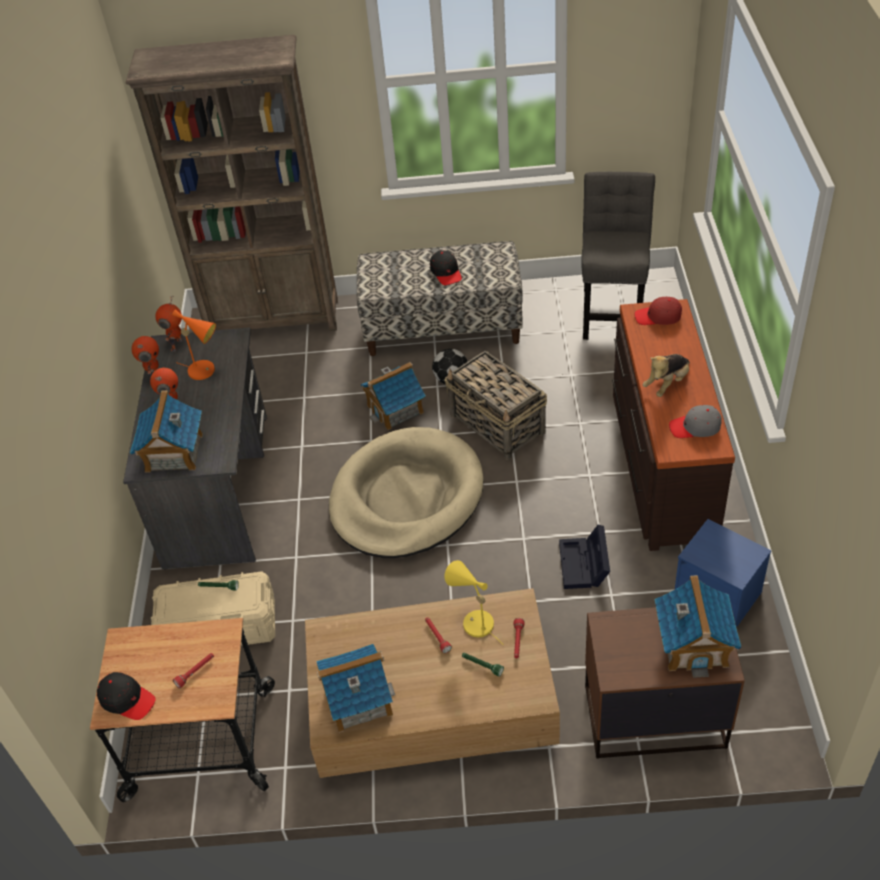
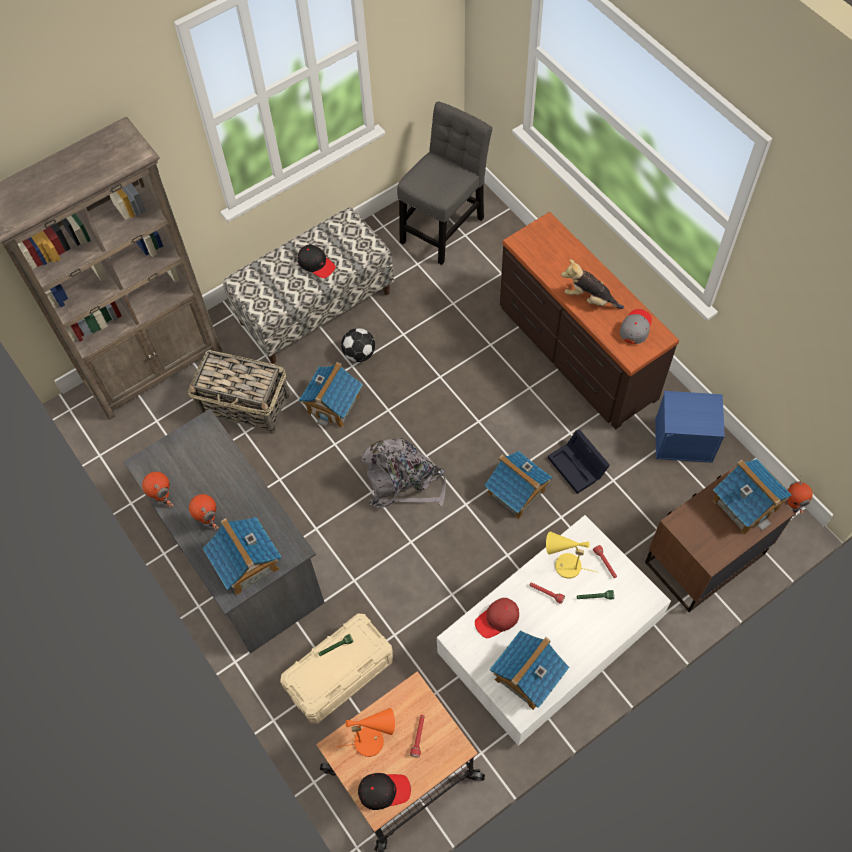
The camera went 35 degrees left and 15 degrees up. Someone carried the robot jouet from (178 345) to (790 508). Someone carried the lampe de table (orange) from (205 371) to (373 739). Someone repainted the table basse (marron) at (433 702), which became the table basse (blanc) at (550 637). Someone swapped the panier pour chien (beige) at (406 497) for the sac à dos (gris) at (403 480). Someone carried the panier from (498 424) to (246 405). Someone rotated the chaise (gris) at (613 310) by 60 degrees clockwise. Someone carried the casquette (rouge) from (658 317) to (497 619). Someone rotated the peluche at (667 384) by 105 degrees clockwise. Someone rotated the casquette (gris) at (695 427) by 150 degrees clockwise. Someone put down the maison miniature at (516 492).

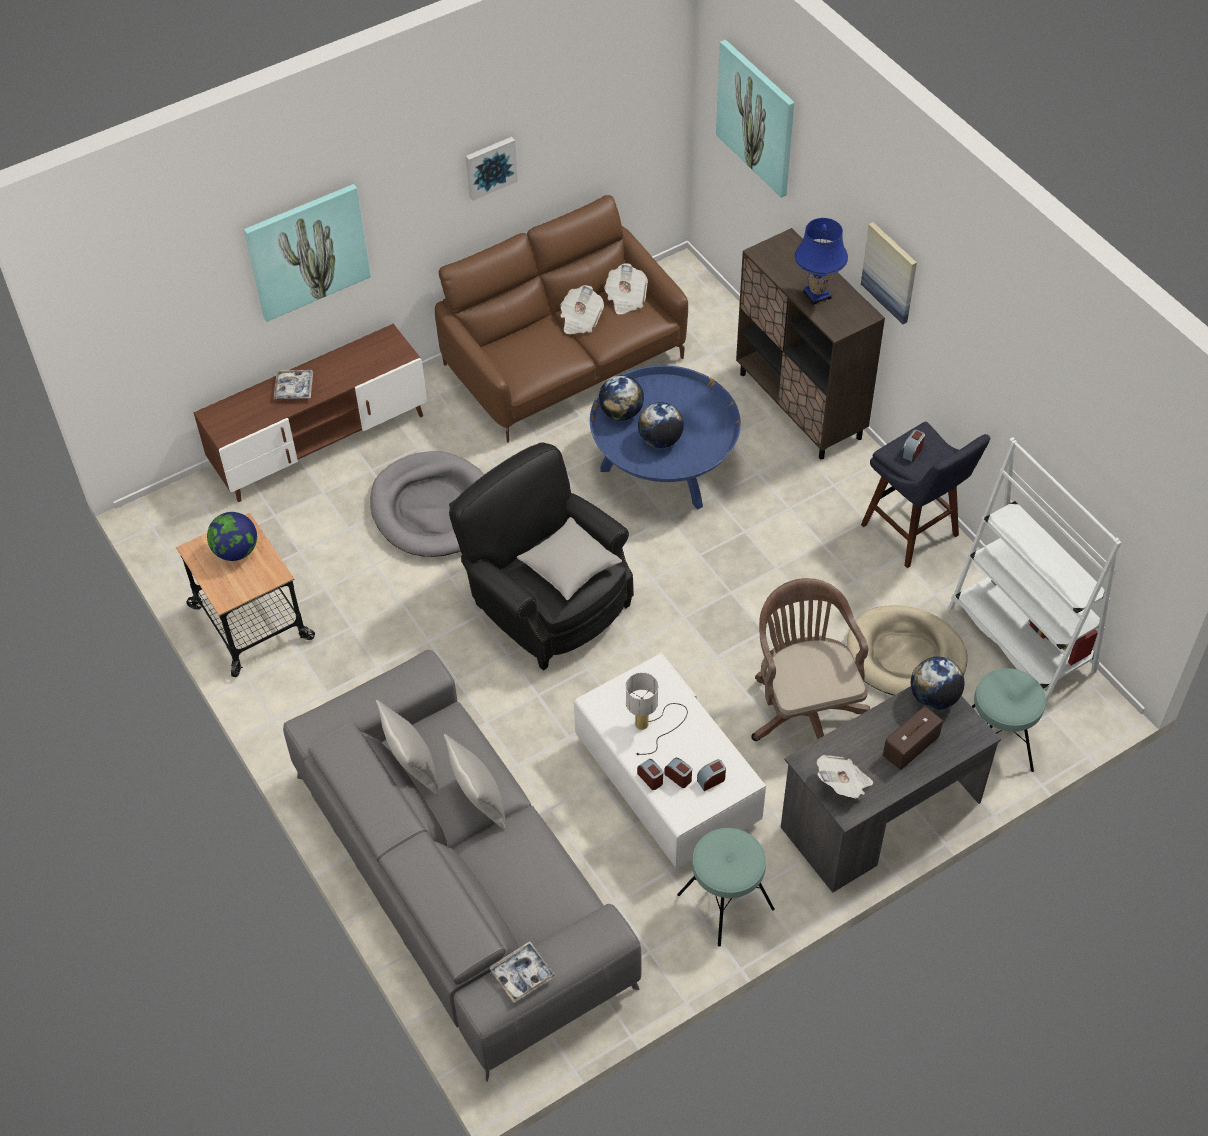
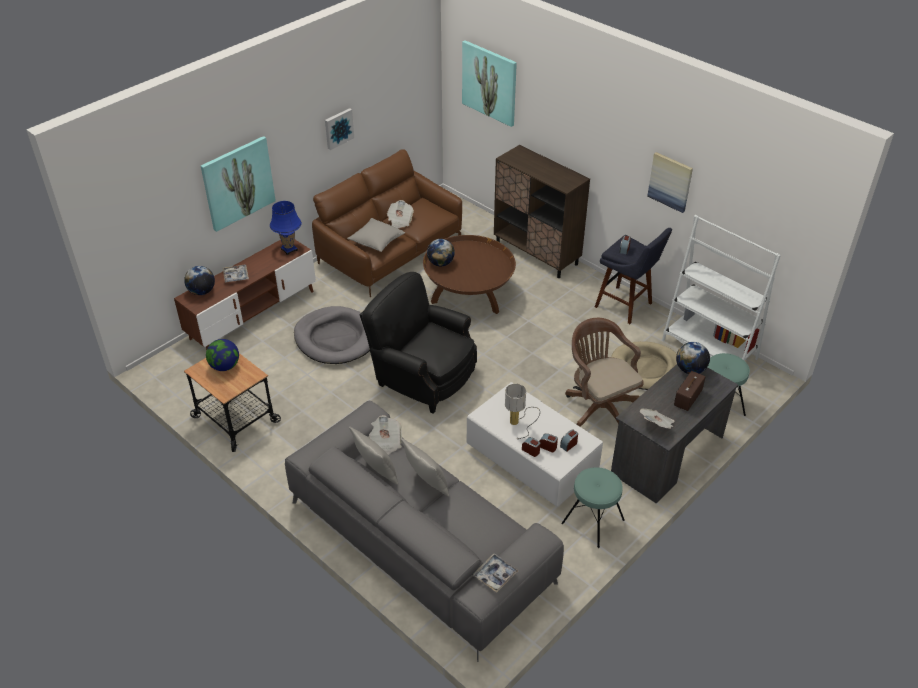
The camera went 15 degrees left and 10 degrees down. Someone carried the coussin (gris) from (569 567) to (376 241). Someone repainted the table basse (bleu) at (664 466), which became the table basse (marron) at (469 295). Someone carried the journal from (625 298) to (386 442). Someone carried the globe from (660 440) to (202 292). Someone carried the lampe de table (bleu) from (816 295) to (289 249). Someone carried the tableau from (890 272) to (670 182).

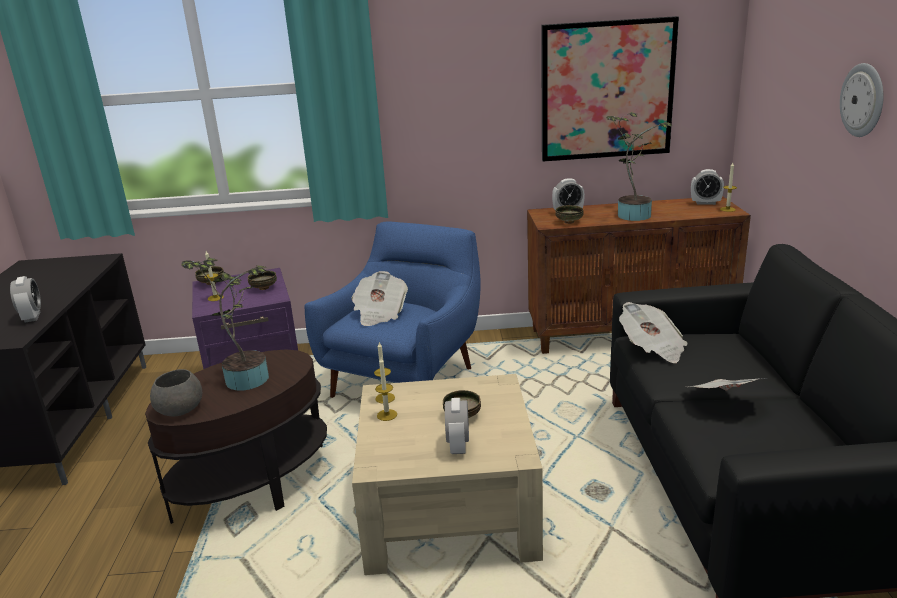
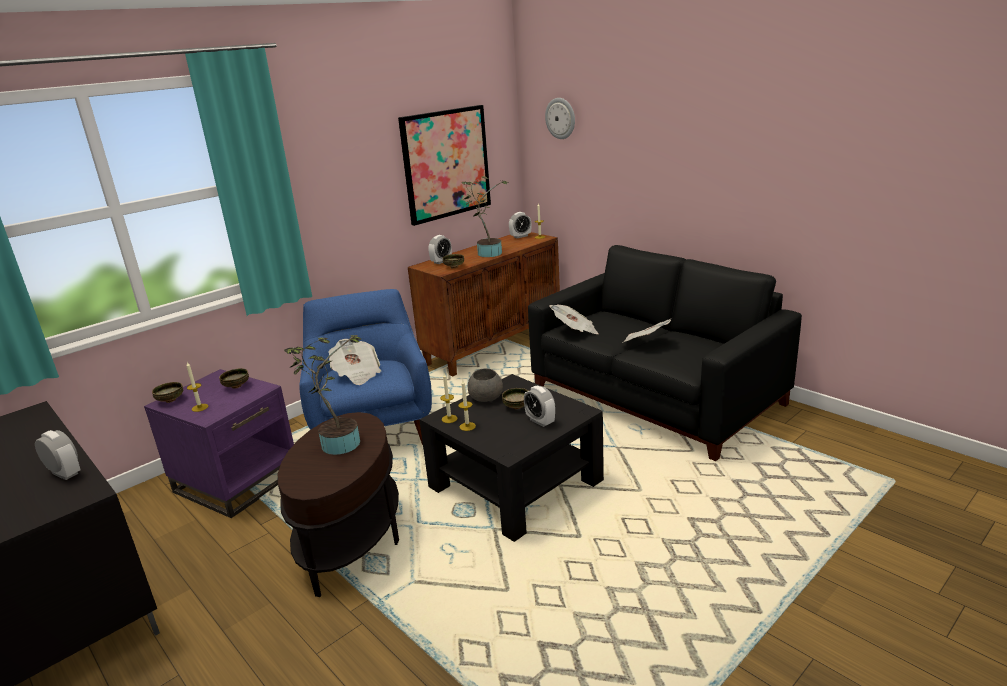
The camera went 40 degrees left and 0 degrees up. Someone carried the bol (gris) from (181 408) to (486 397). Someone repainted the table basse (beige) at (449 509), which became the table basse (noir) at (515 484). Someone carried the horloge murale from (863 100) to (560 118).

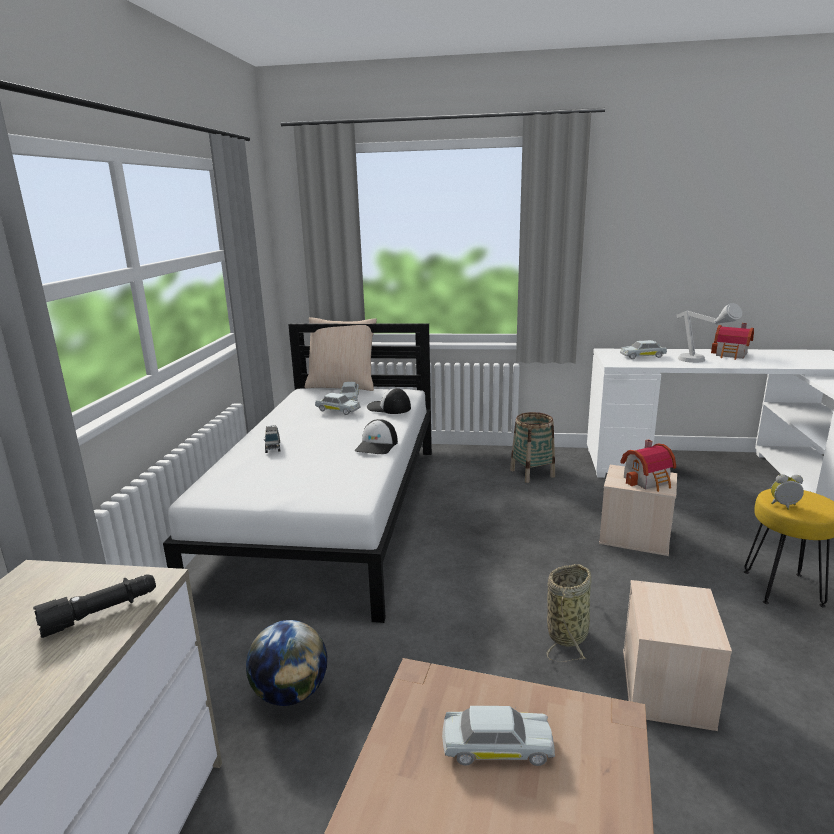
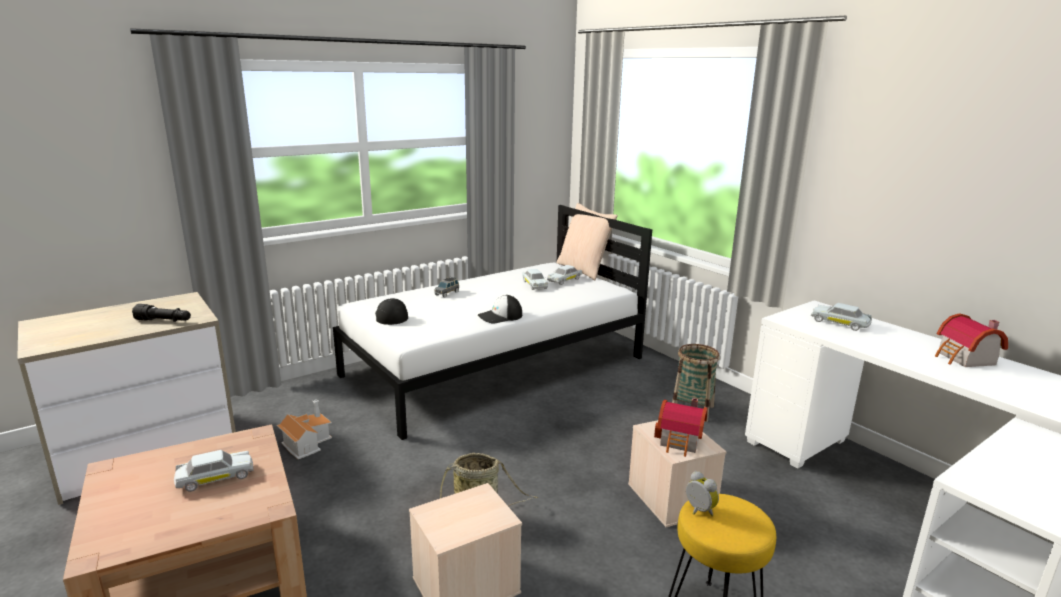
The camera went 45 degrees right and 0 degrees up. Someone swapped the globe at (291 693) for the maison miniature at (306 442). Someone carried the casquette from (388 408) to (391 316). Someone rotated the petite voiture (blanc) at (497 747) by 75 degrees counterclockwise. Someone took away the lampe de table (gris) at (700 362).

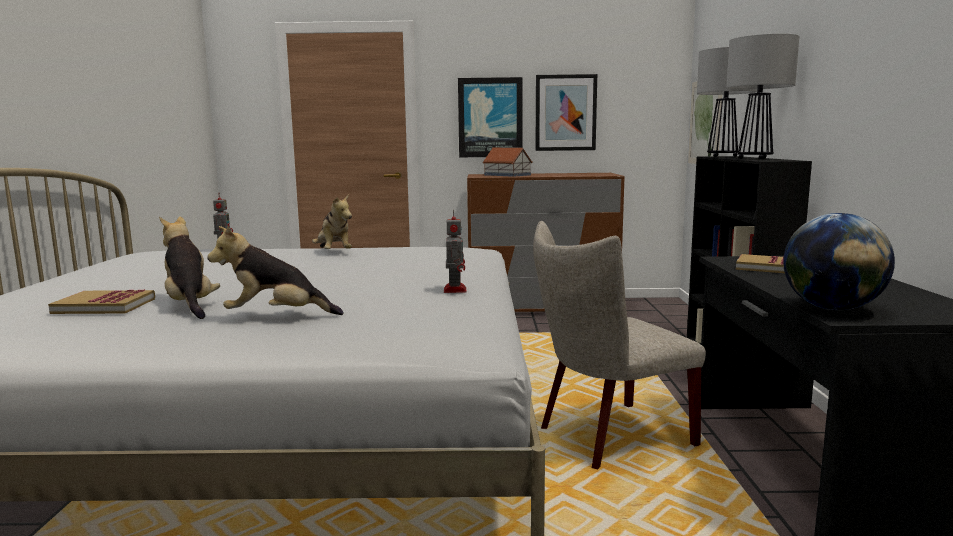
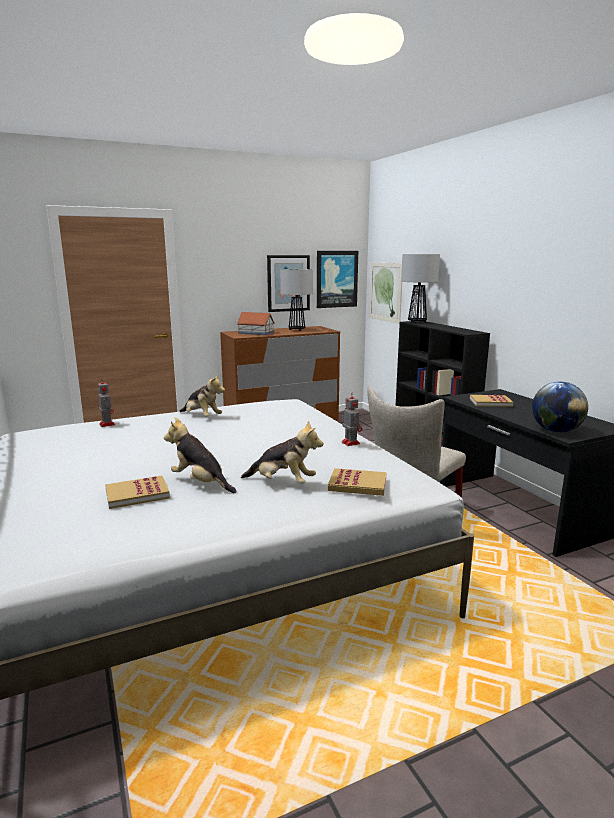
The camera went 25 degrees left and 5 degrees up. Someone rotated the peluche at (276 316) by 135 degrees counterclockwise. Someone carried the tableau from (490 117) to (336 279). Someone carried the lampe de table from (755 158) to (297 330). Someone put down the livre at (357 484).

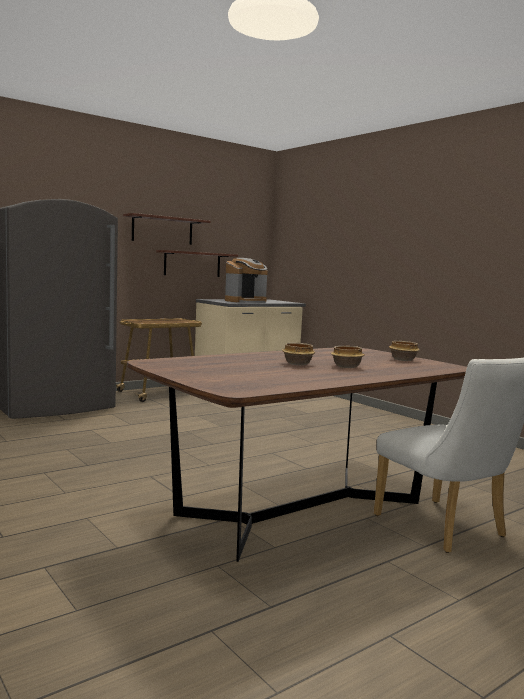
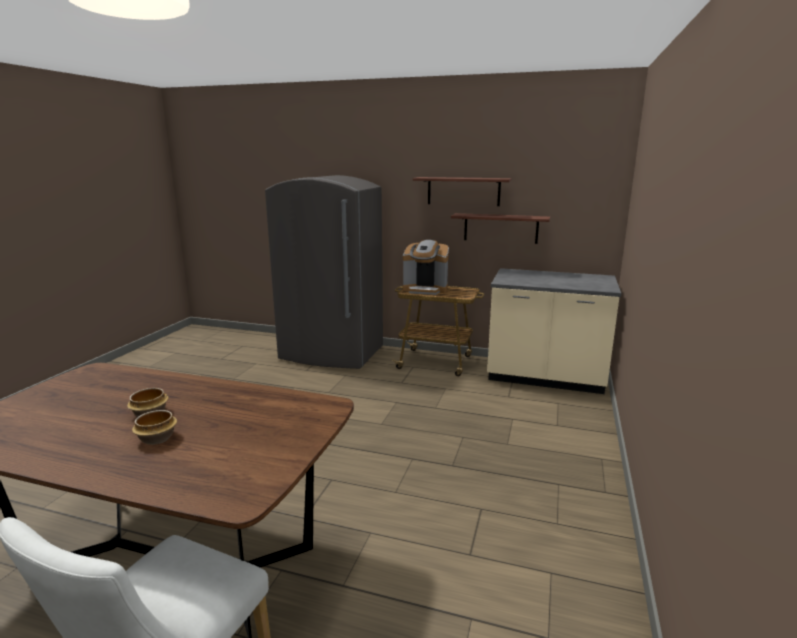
The camera went 55 degrees right and 10 degrees up. Someone carried the machine à café from (246 301) to (425 289). Someone took away the bol at (403 359).

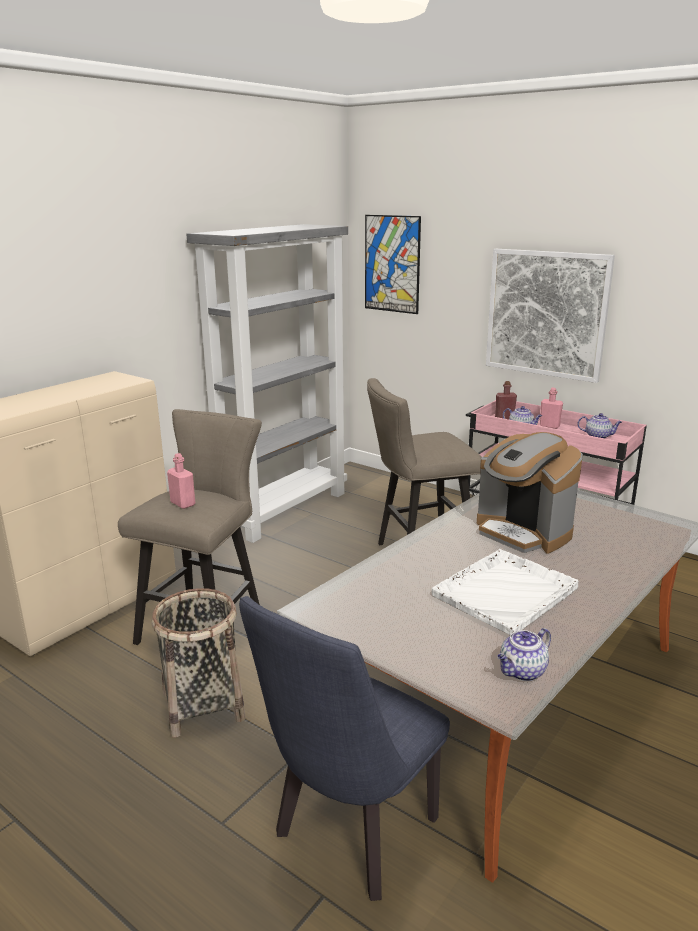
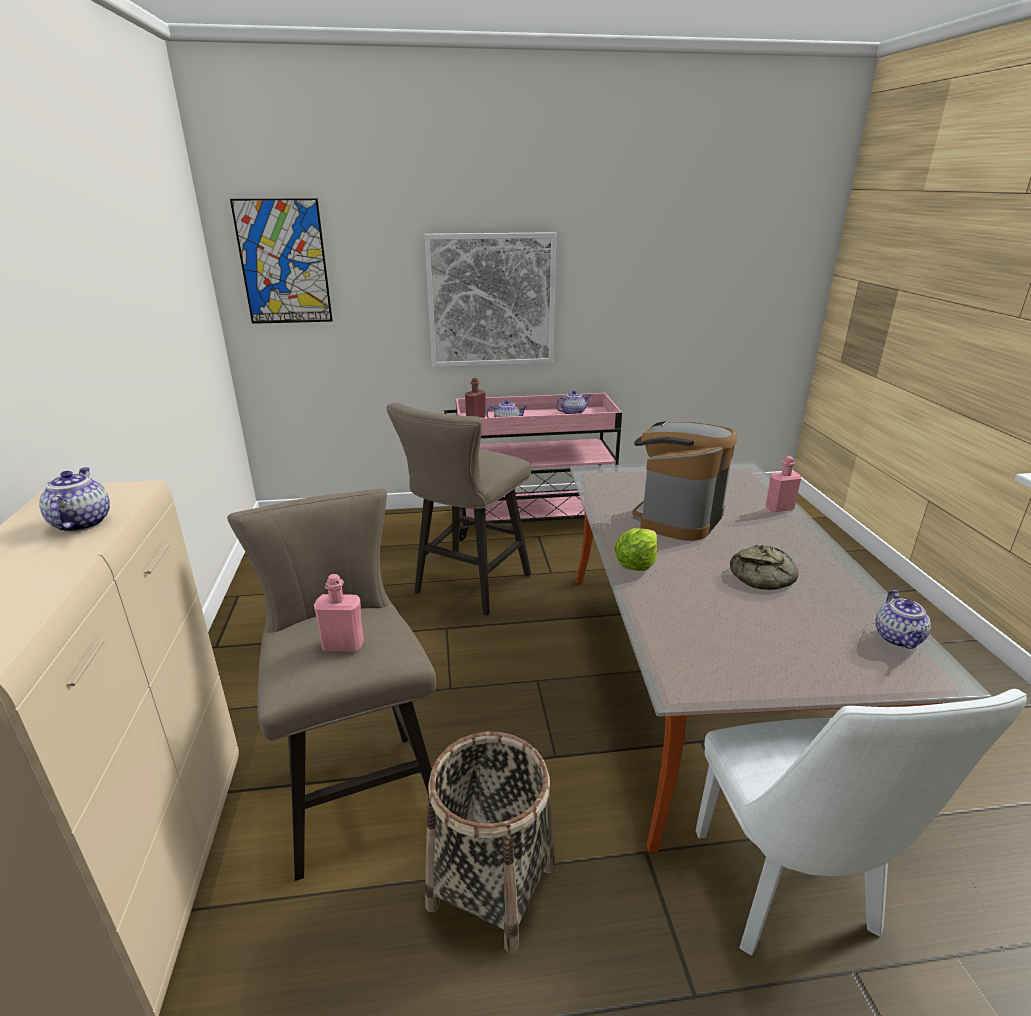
The camera went 45 degrees left and 5 degrees up. Someone took away the bibliothèque (gris) at (284 510). Someone repainted the chaise (bleu) at (349 836), which became the chaise (blanc) at (790 895). Someone swapped the plateau (blanc) at (506 592) for the pain at (764 576). Someone rotated the machine à café at (523 532) by 120 degrees clockwise. Someone carried the bouteille (rose) from (549 426) to (779 508). Someone put down the théière at (81 523). Someone put down the laitue at (636 565).

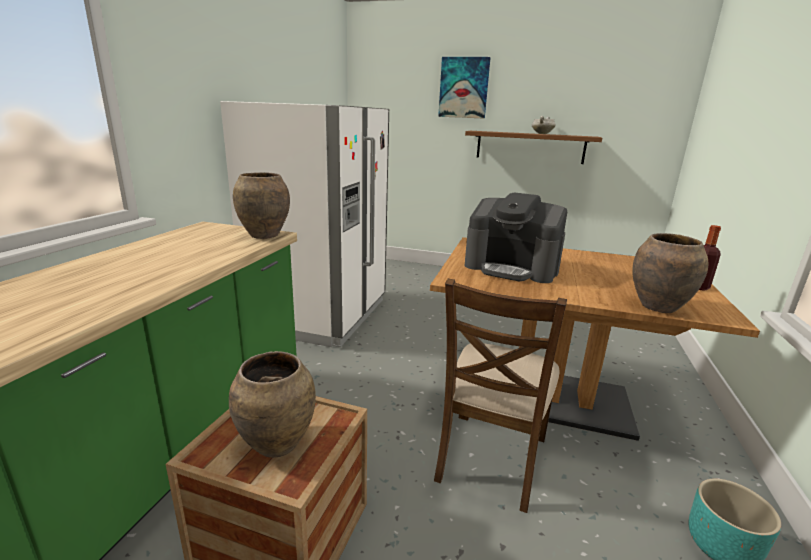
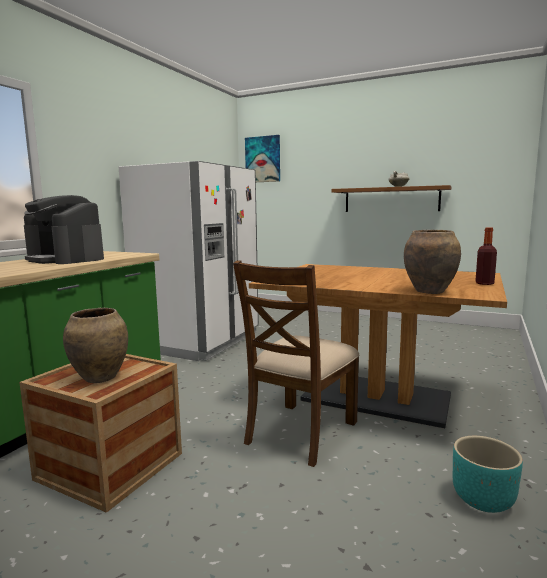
The camera went 10 degrees right and 10 degrees down. Someone took away the vase (marron) at (264 235). Someone carried the tableau from (463 88) to (263 159). Someone carried the machine à café from (512 268) to (66 259).

